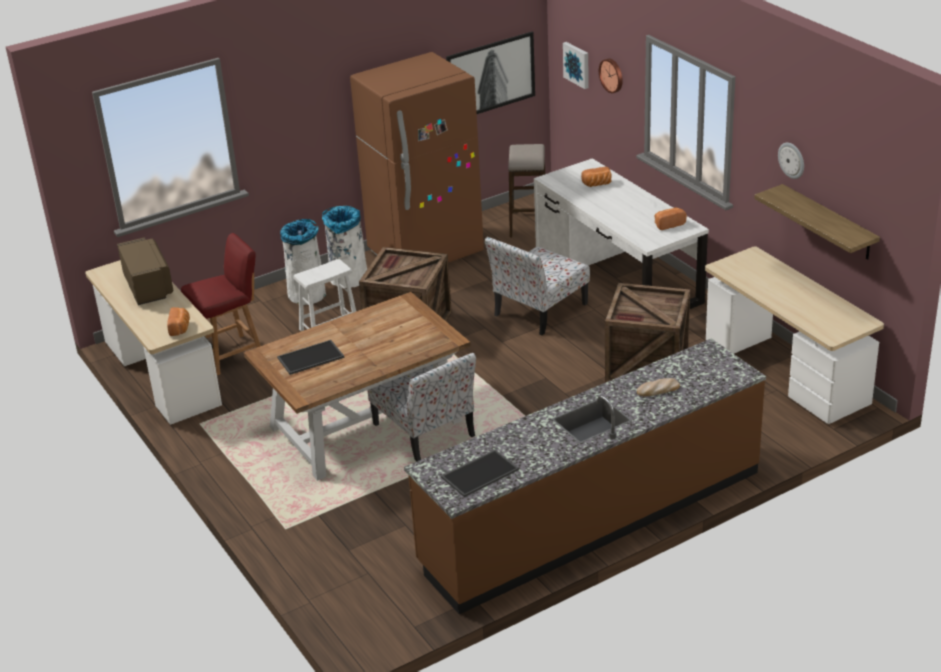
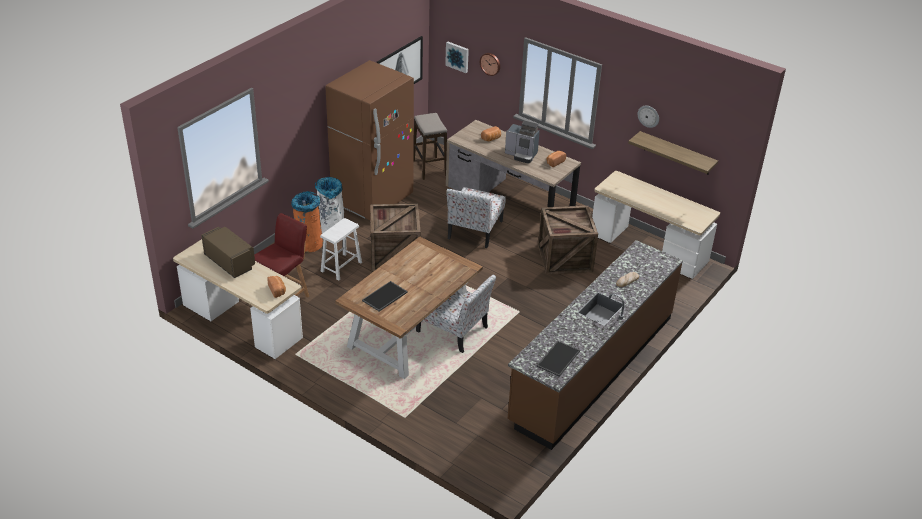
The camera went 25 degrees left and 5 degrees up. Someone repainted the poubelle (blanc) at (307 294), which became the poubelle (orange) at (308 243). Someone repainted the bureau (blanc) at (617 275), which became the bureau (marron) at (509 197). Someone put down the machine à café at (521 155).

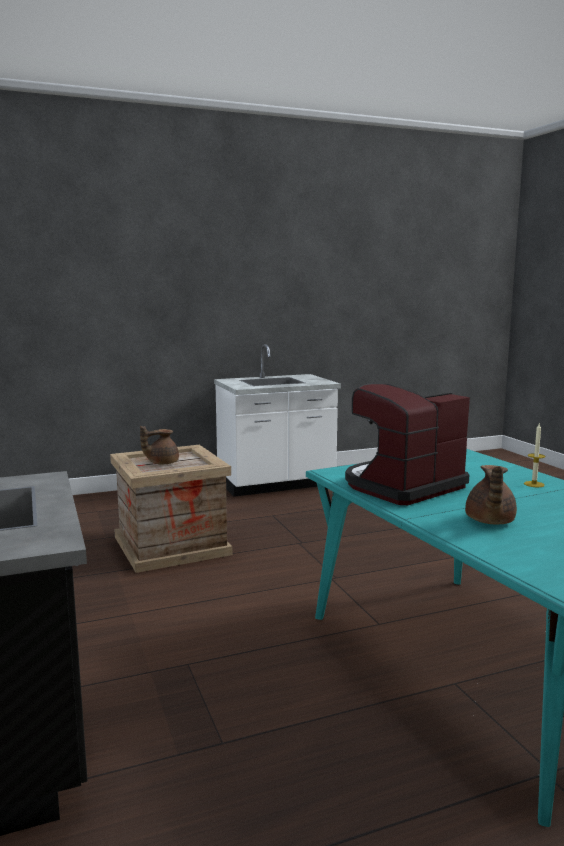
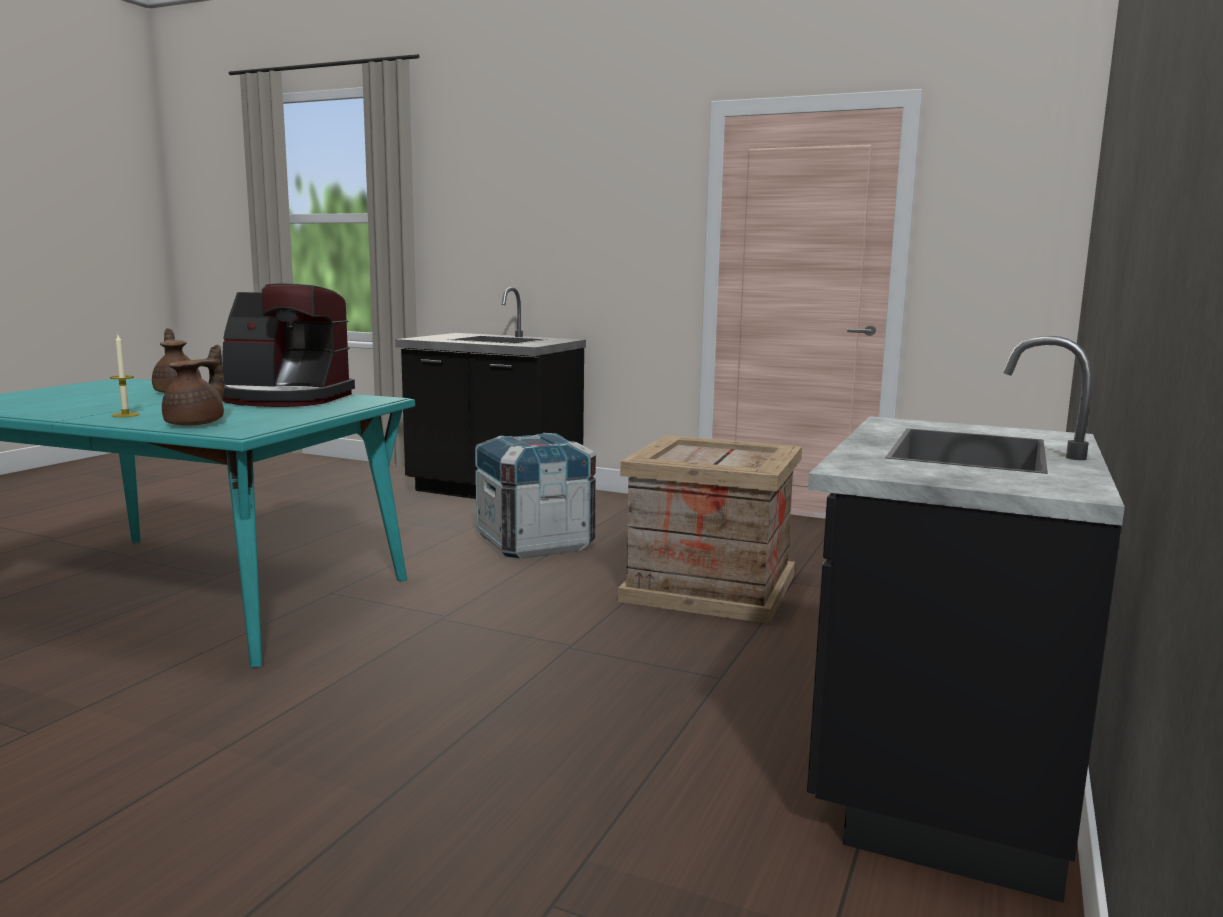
The camera went 135 degrees right and 0 degrees up. Someone carried the théière (marron) from (161 463) to (197 423). Someone repainted the comptoir de cuisine (blanc) at (276 484), which became the comptoir de cuisine (noir) at (935 771). Someone rotated the machine à café at (402 486) by 90 degrees clockwise. Someone put down the caisse at (535 543).

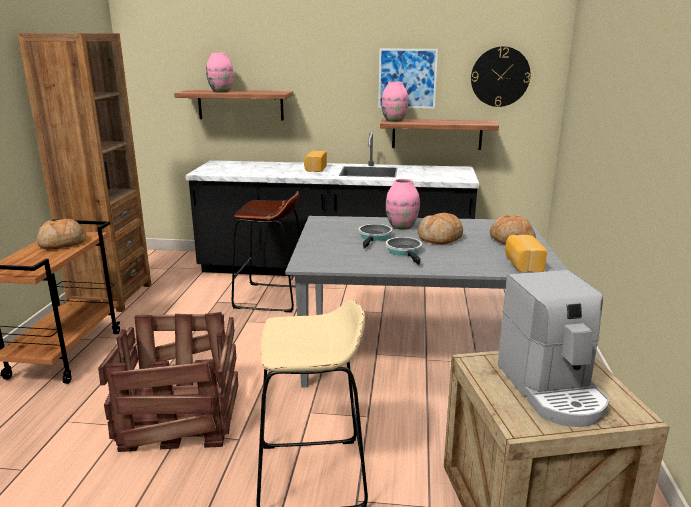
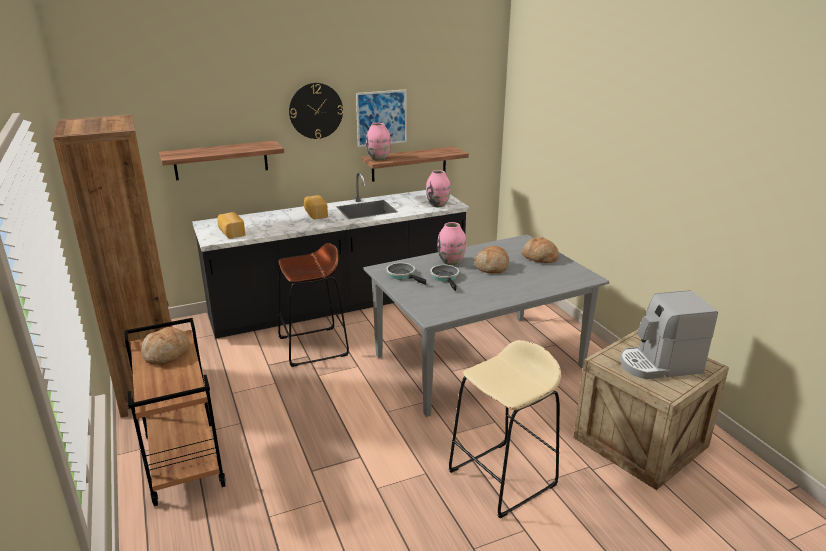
The camera went 30 degrees left and 5 degrees up. Someone took away the caisse at (182 416). Someone carried the vase (rose) from (221 91) to (438 205). Someone carried the poêle from (405 252) to (403 275). Someone carried the horloge murale from (500 76) to (316 111). Someone rotated the machine à café at (552 390) by 120 degrees clockwise. Someone carried the pain from (522 264) to (231 233).

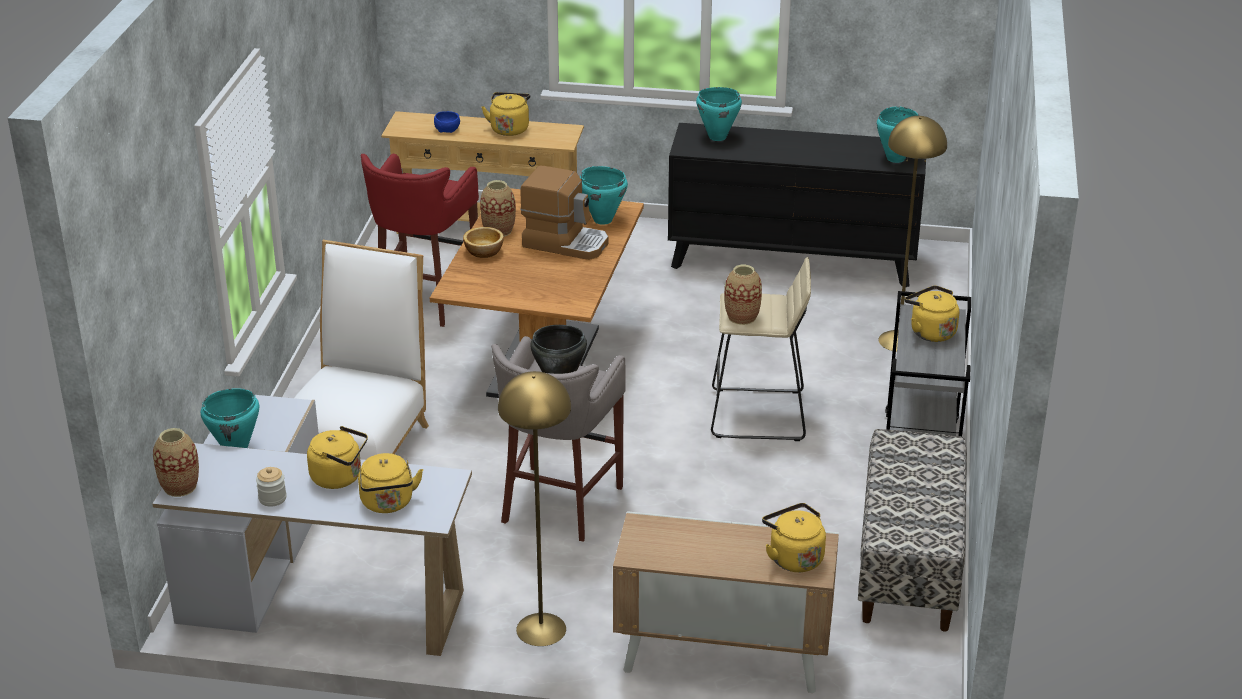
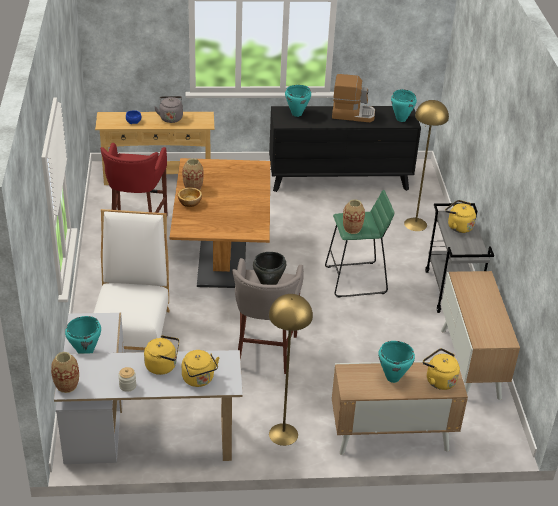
The camera went 15 degrees left and 5 degrees up. Someone repainted the bouilloire (jaune) at (509 128), which became the bouilloire (gris) at (171 117). Someone carried the machine à café from (565 242) to (352 114). Someone carried the marmite (turquoise) from (602 219) to (392 377). Someone repainted the tabouret (beige) at (759 415), which became the tabouret (vert) at (356 280). Someone swapped the banc at (909 565) for the meuble de rangement at (471 363).

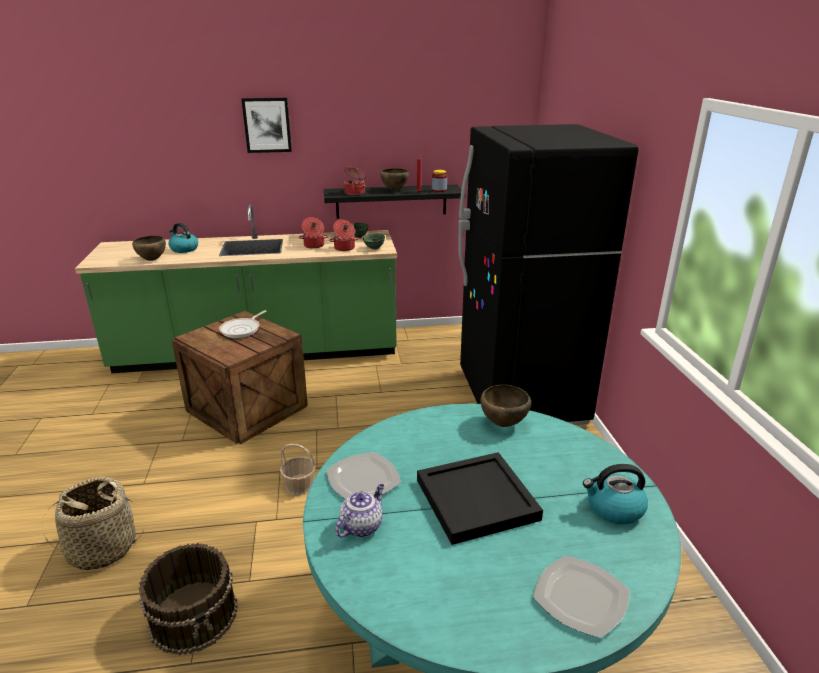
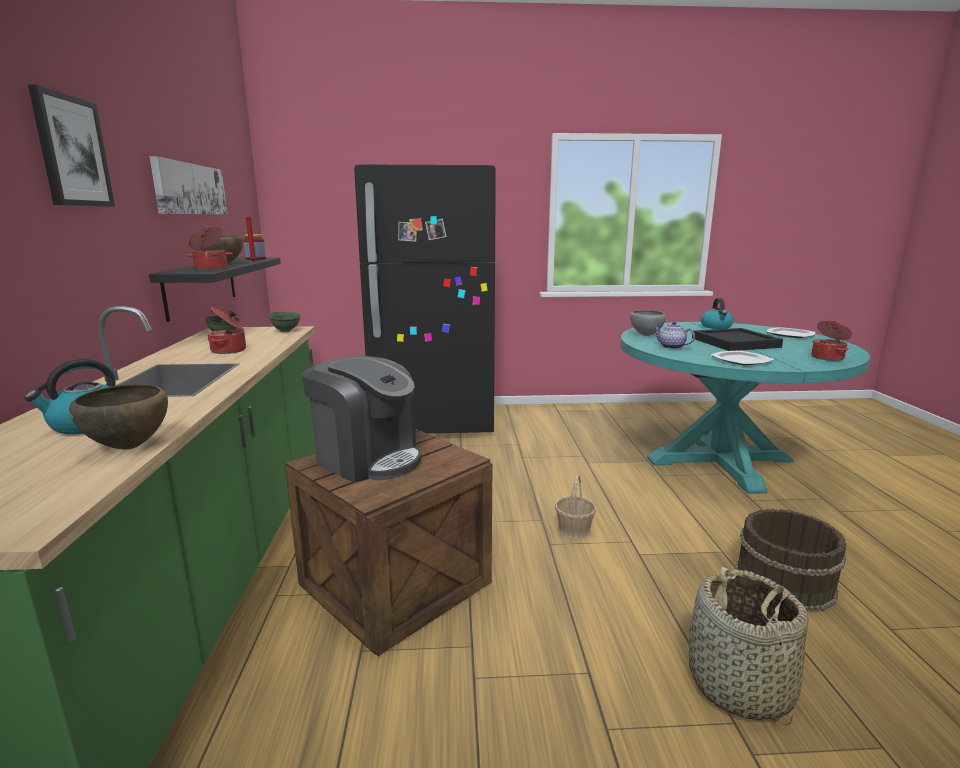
The camera went 85 degrees left and 10 degrees down. Someone swapped the poêle at (242 329) for the machine à café at (367 458). Someone carried the marmite from (344 248) to (828 358). Someone carried the théière from (361 526) to (671 347). Someone repainted the bol (marron) at (503 424), which became the bol (gris) at (646 335). Someone put up the tableau at (190 189).

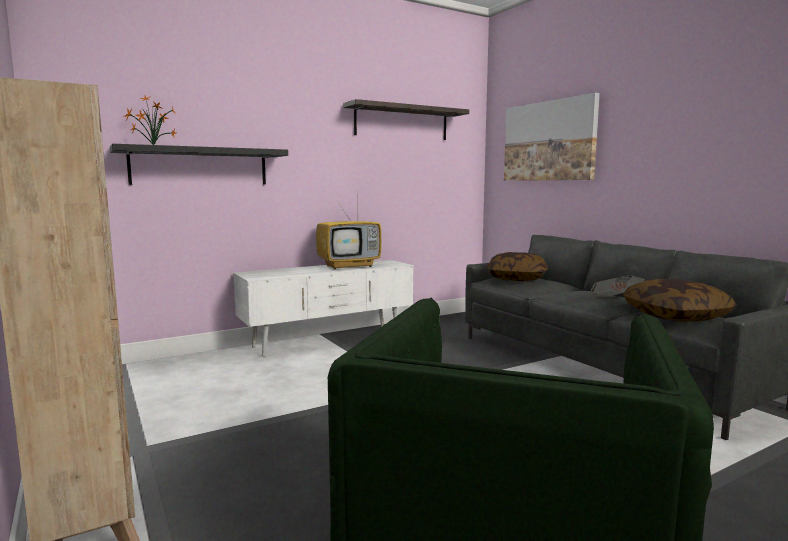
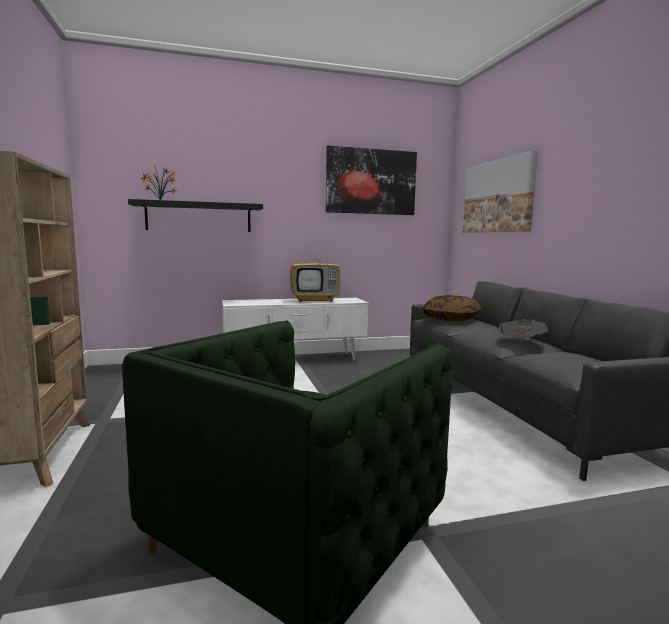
The camera went 15 degrees right and 0 degrees up. Someone swapped the étagère at (402 122) for the tableau at (371 182). Someone took away the coussin at (675 316).

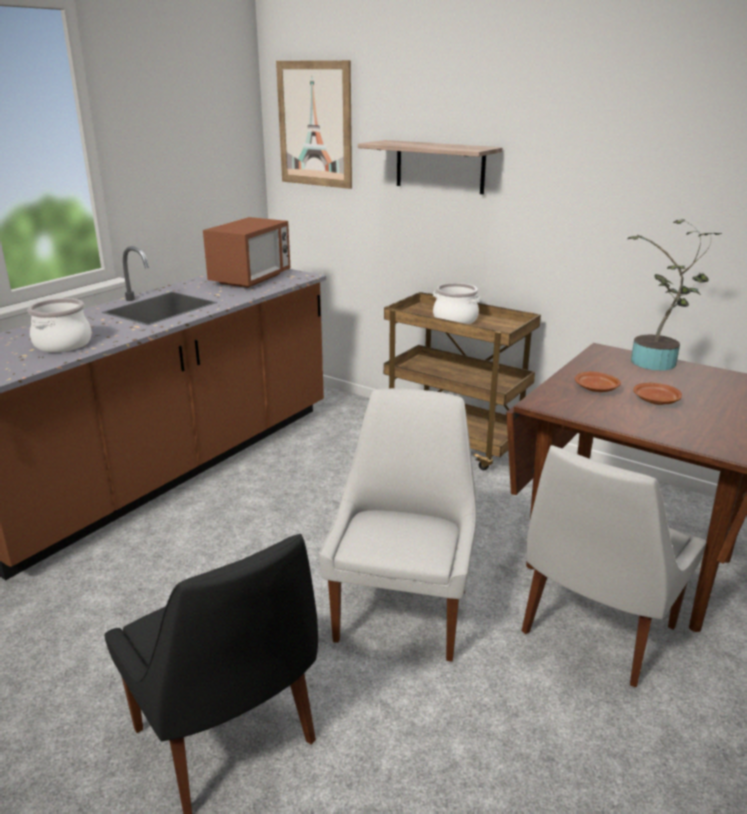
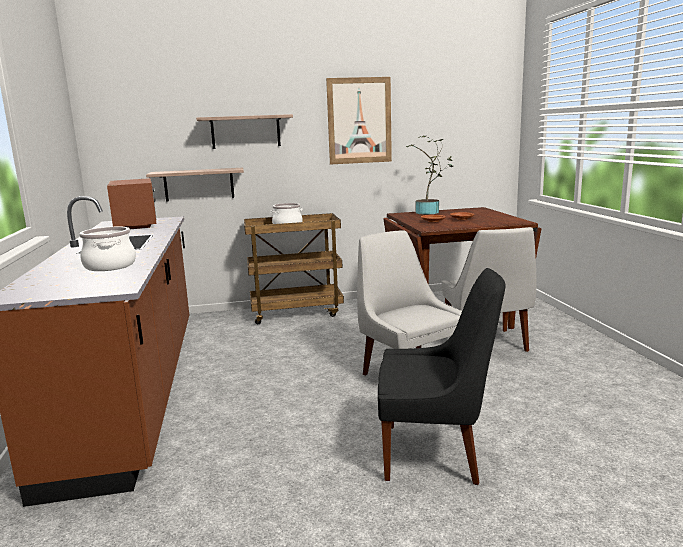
The camera went 45 degrees left and 10 degrees down. Someone carried the tableau from (315 124) to (359 121). Someone put up the étagère at (199 184).

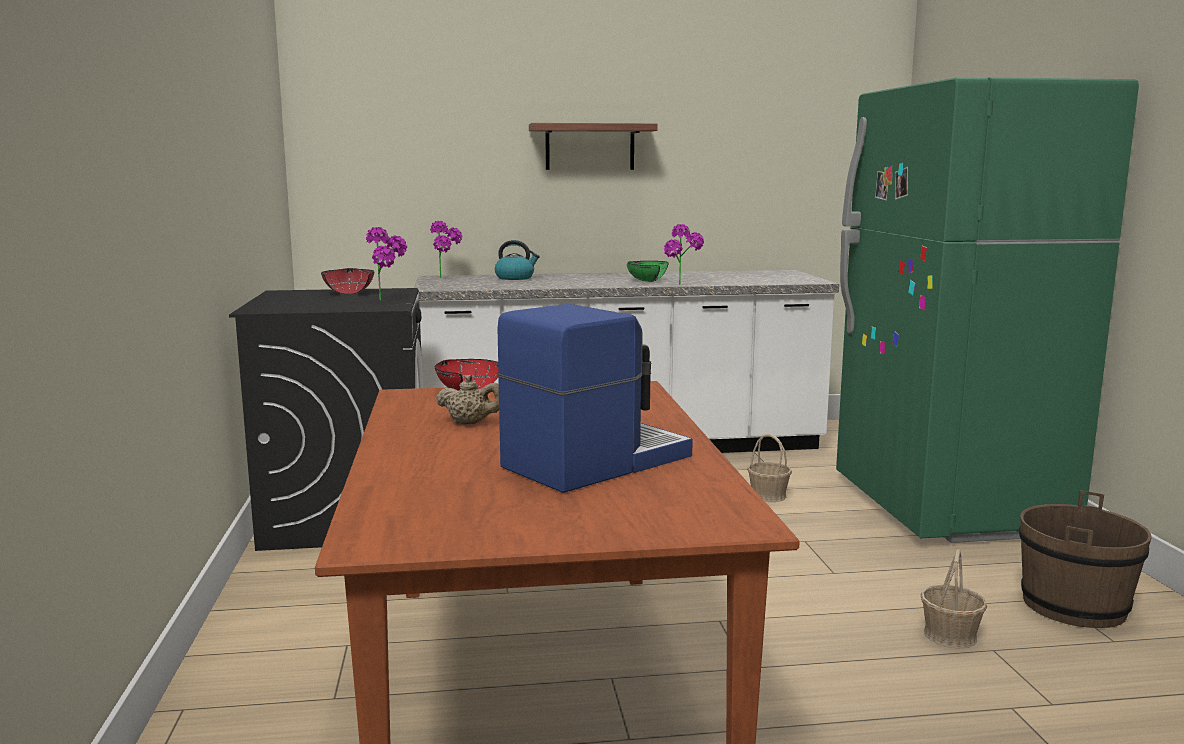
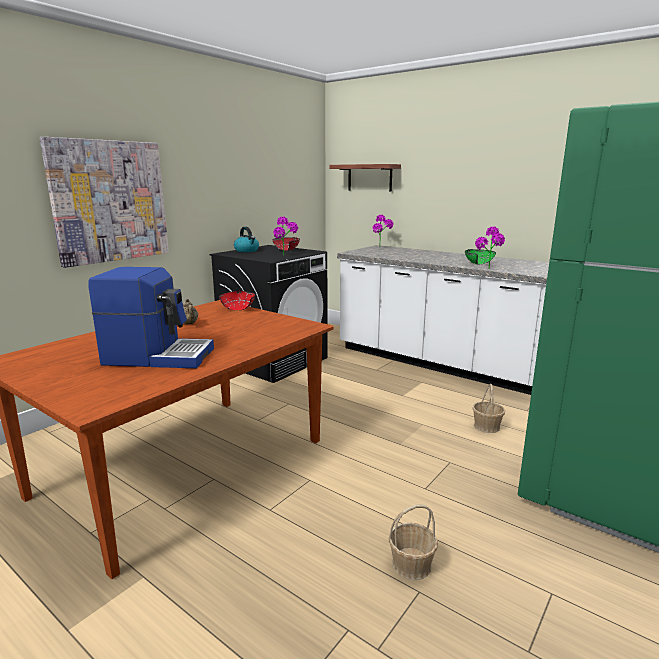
The camera went 45 degrees right and 5 degrees up. Someone carried the bouilloire from (515 278) to (247 250). Someone carried the étagère from (590 147) to (369 177). Someone took away the seau (marron) at (1074 606). Someone put up the tableau at (110 201).

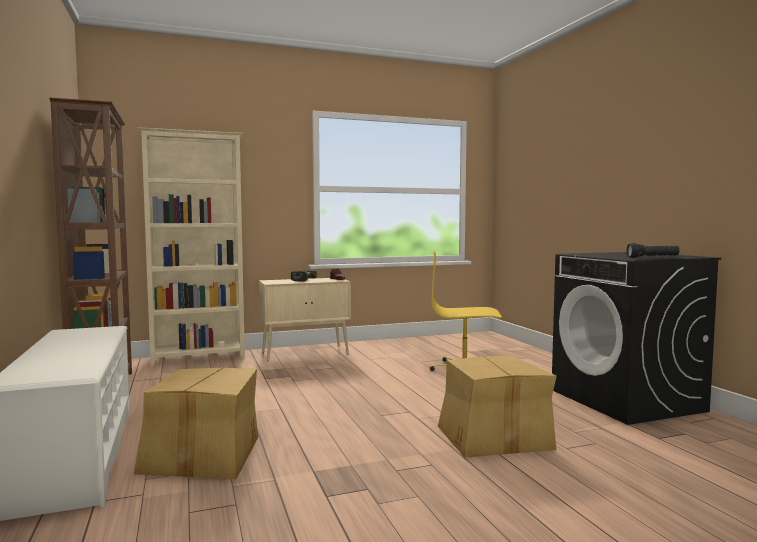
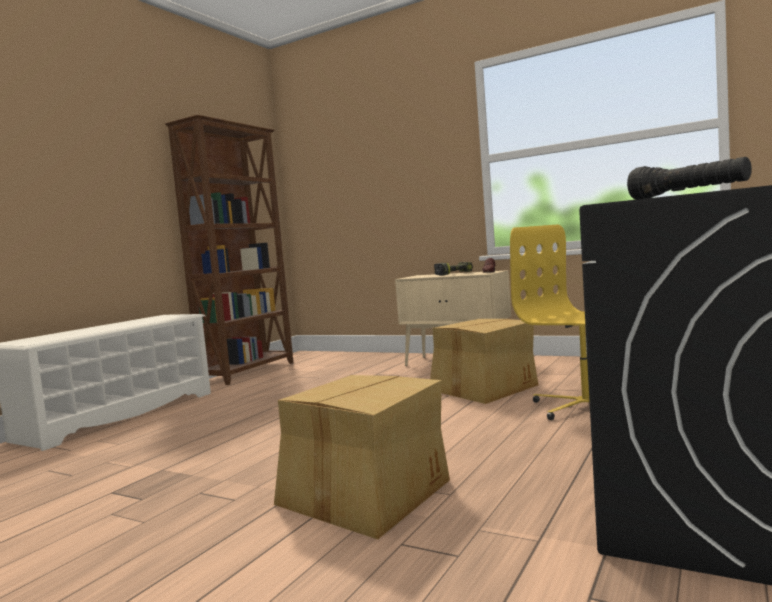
The camera went 50 degrees right and 0 degrees up. Someone carried the carton from (204 456) to (483 389). Someone took away the bibliothèque (beige) at (199 358).

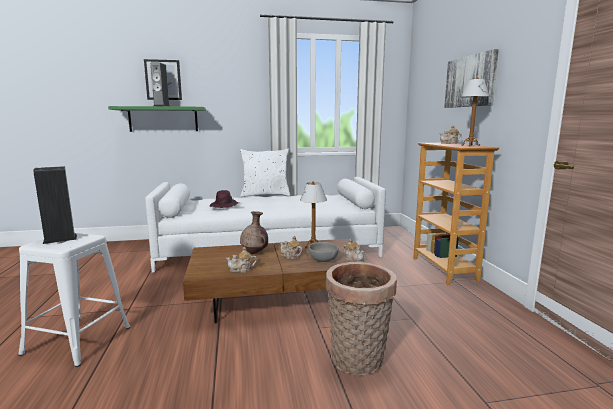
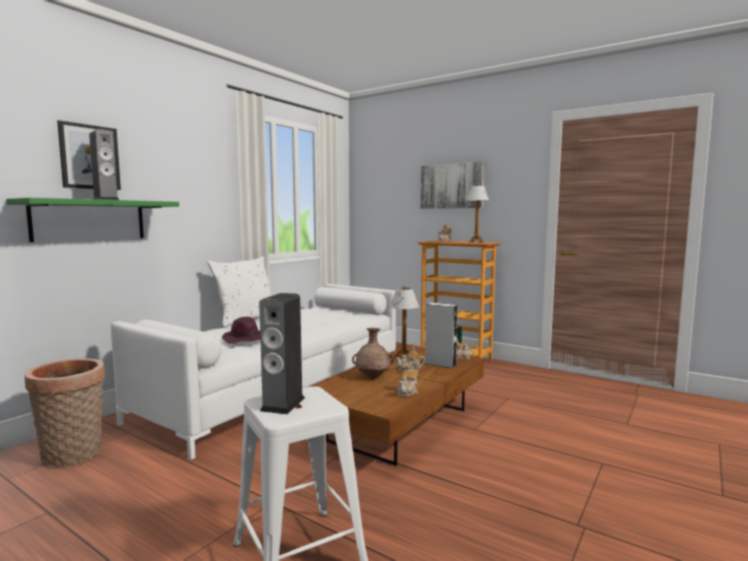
The camera went 45 degrees left and 5 degrees down. Someone swapped the bol (gris) at (323 259) for the enceinte (gris) at (440 364). Someone carried the panier from (358 361) to (73 456).

